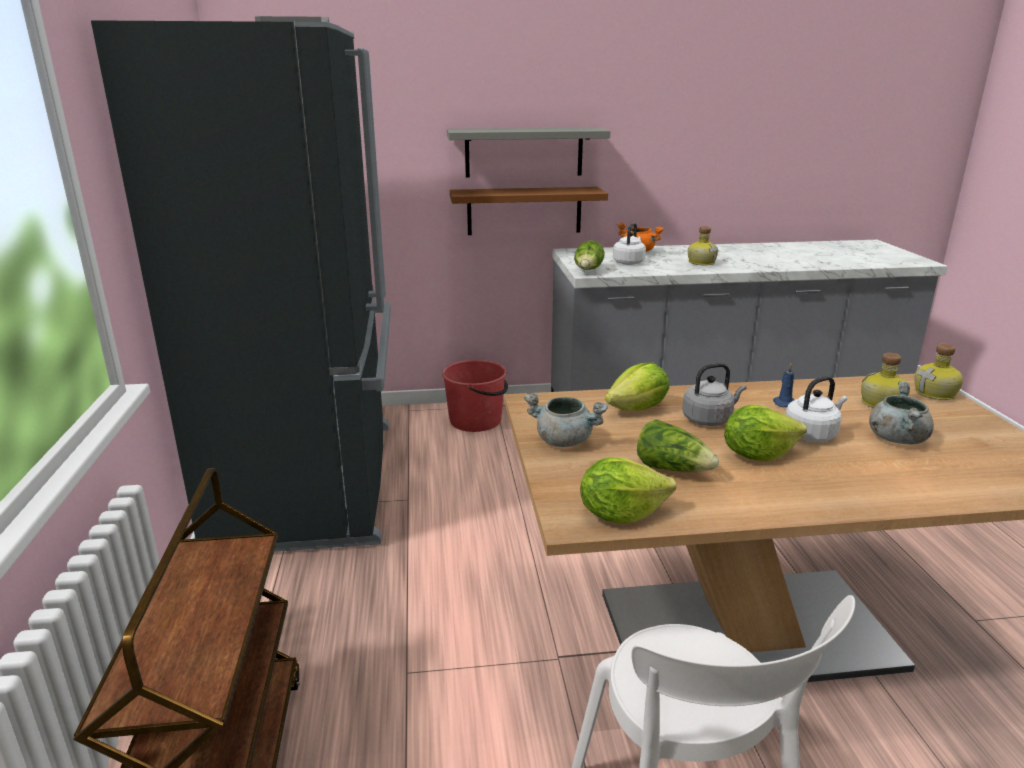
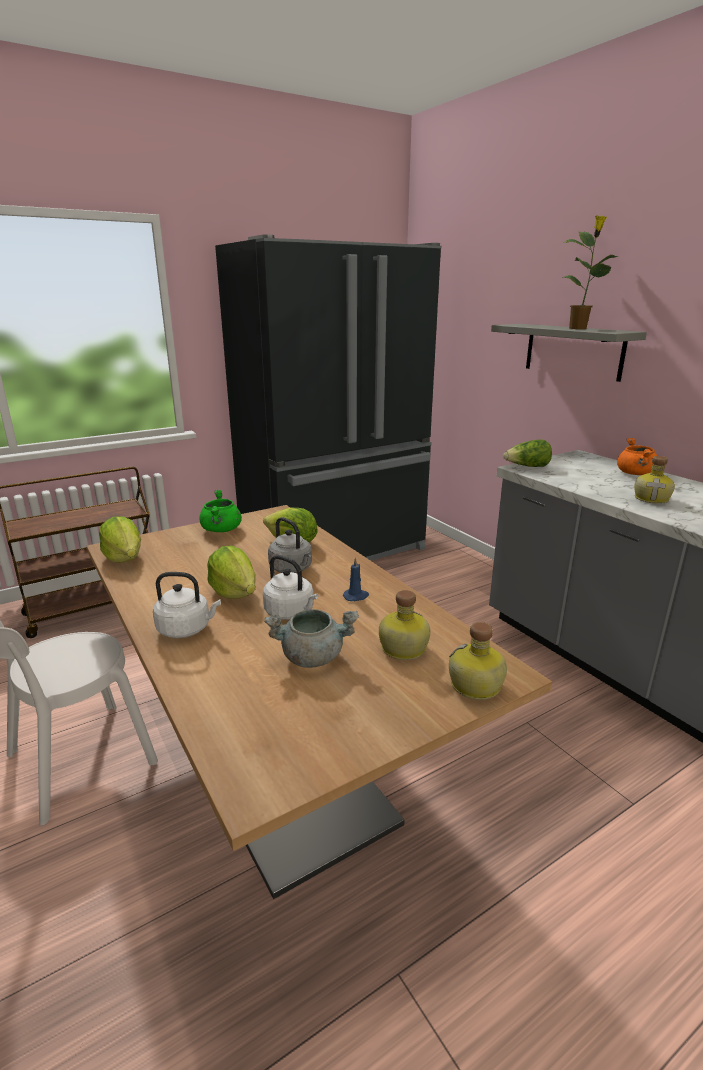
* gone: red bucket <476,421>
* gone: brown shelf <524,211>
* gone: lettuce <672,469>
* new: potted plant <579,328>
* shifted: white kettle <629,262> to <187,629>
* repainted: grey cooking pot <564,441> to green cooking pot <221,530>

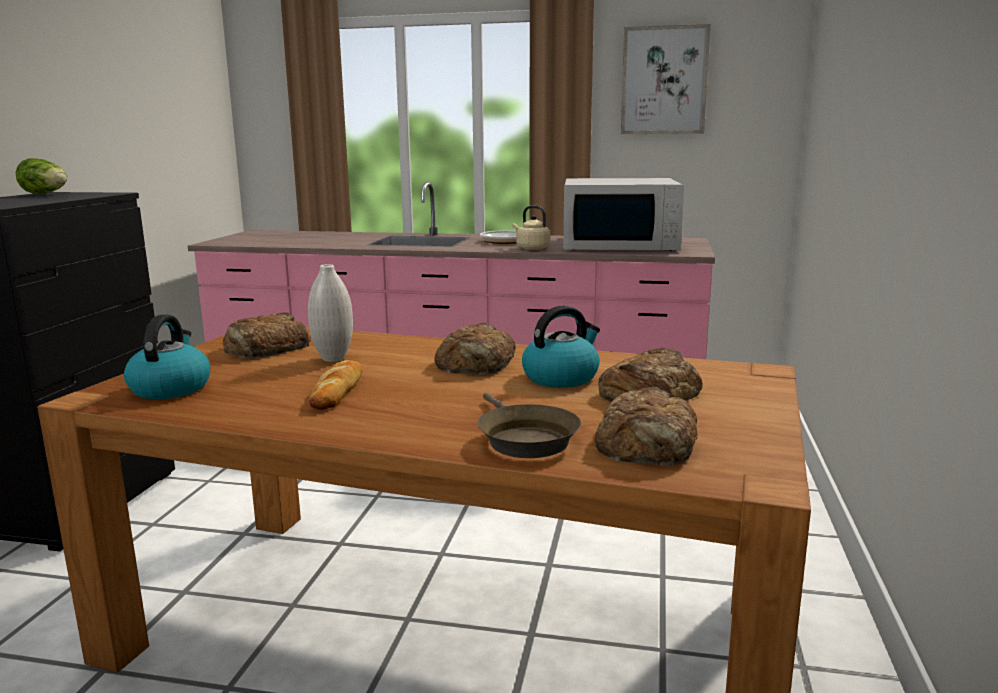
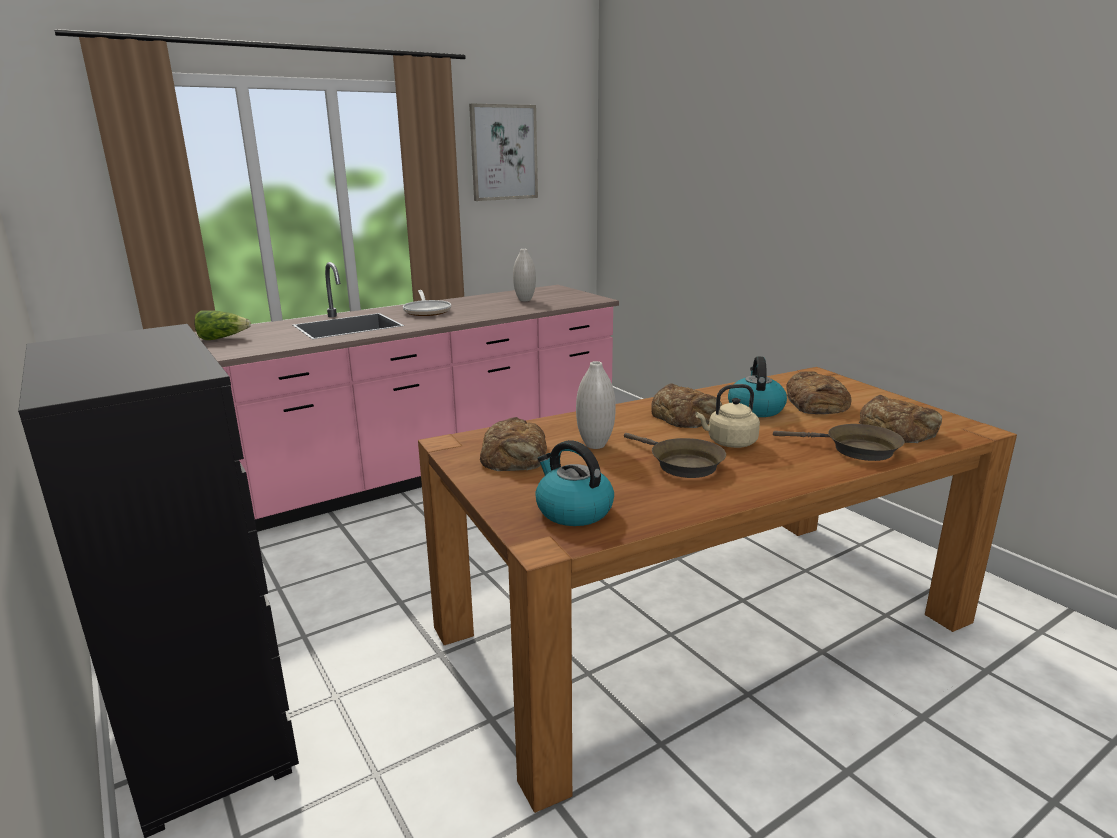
* shifted: lettuce <47,194> to <222,338>
* shifted: beige kettle <531,248> to <729,443>
* swapped: bread <337,391> to brown frying pan <681,464>
* swapped: white microwave <620,244> to white vase <525,300>

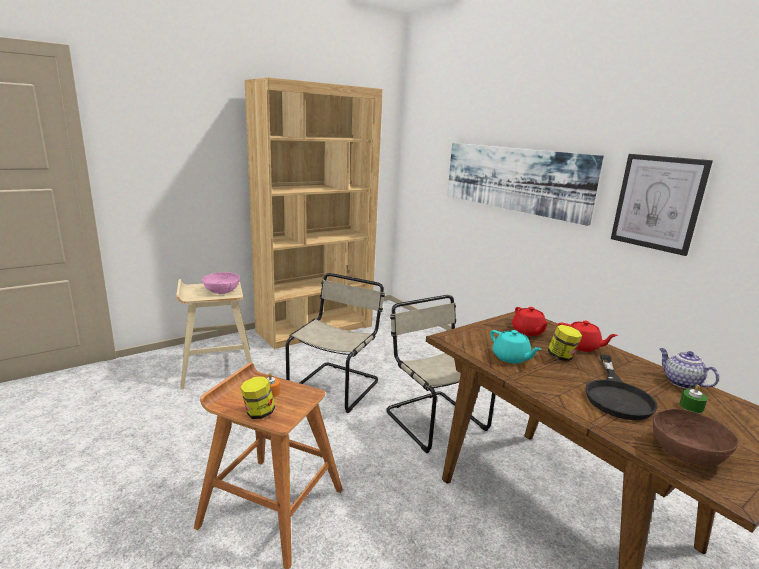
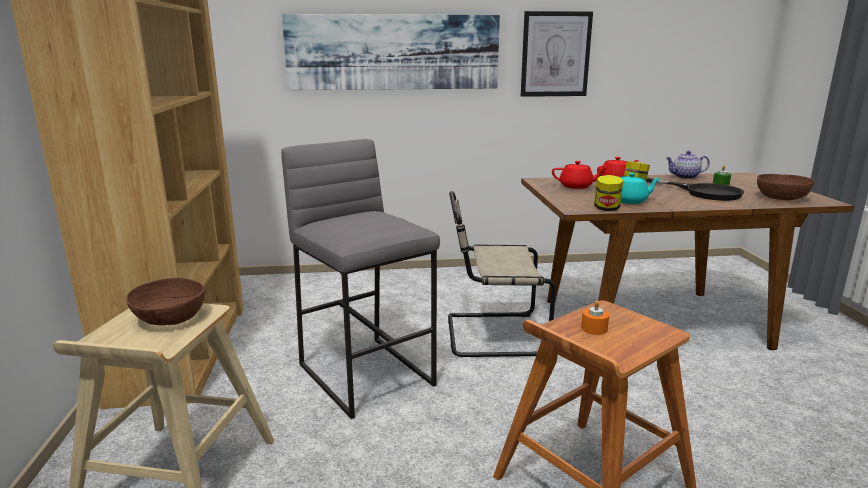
* shifted: jar <258,413> to <606,209>
* swapped: beige chair <336,385> to grey stool <367,374>
* repainted: pink bowl <221,290> to brown bowl <170,318>

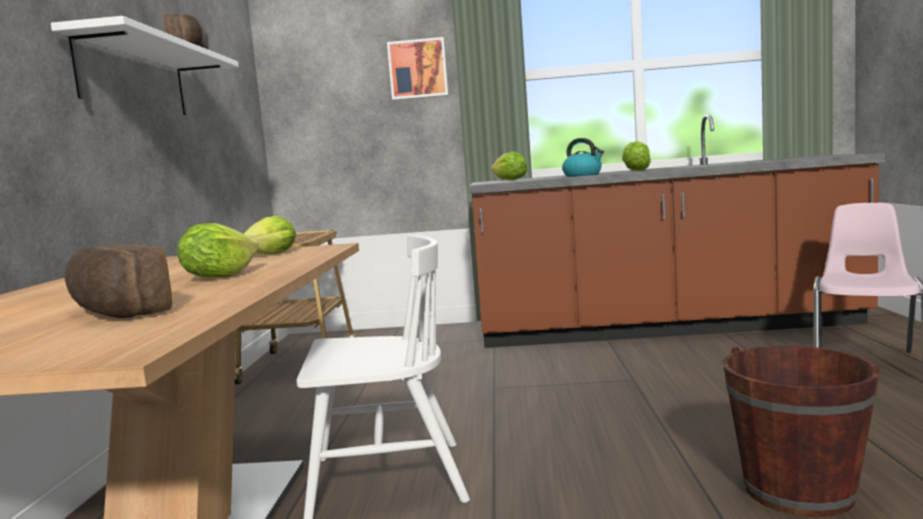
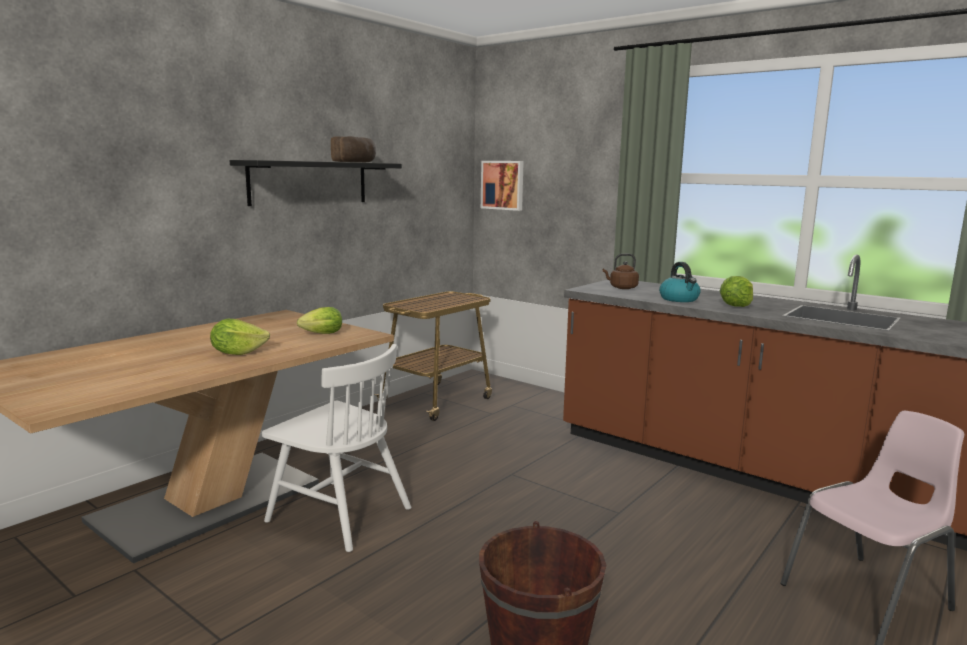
* gone: bread <115,312>
* shifted: picture <418,69> to <503,185>
* swapped: lettuce <510,180> to brown kettle <622,288>
* repainted: white shelf <135,78> to black shelf <309,183>

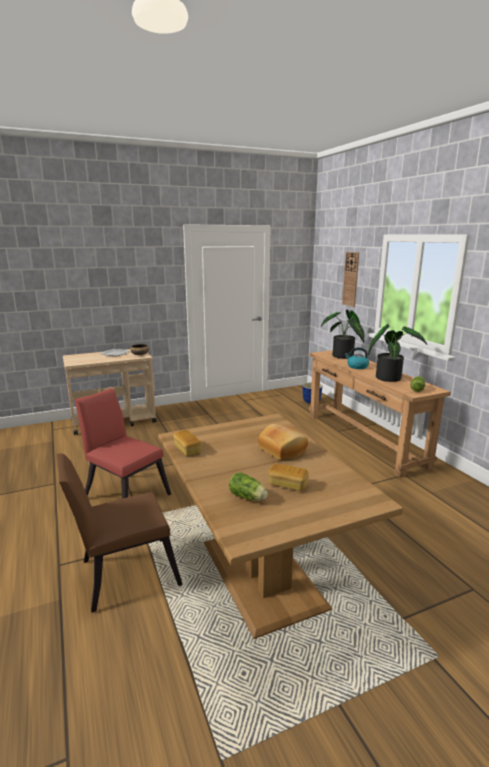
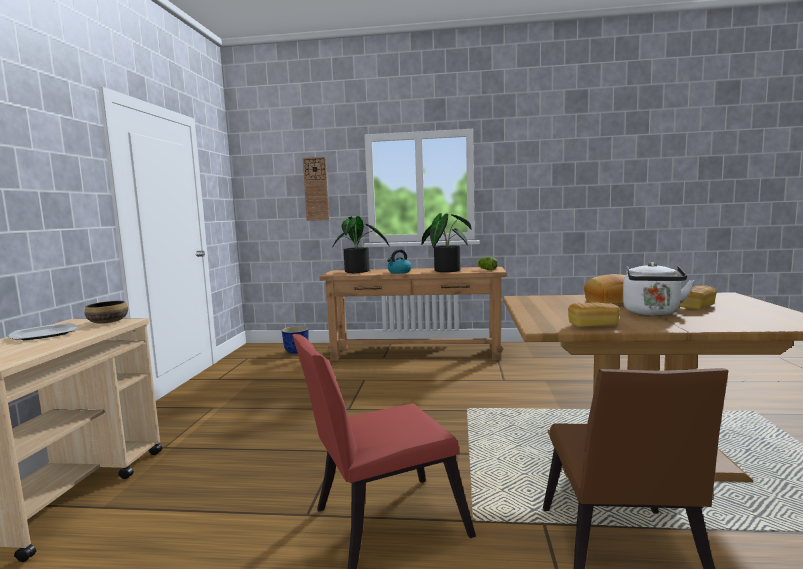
* gone: lettuce <248,497>
* new: white kettle <652,313>

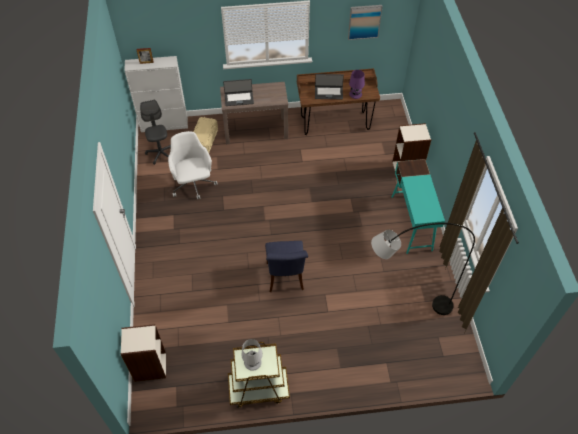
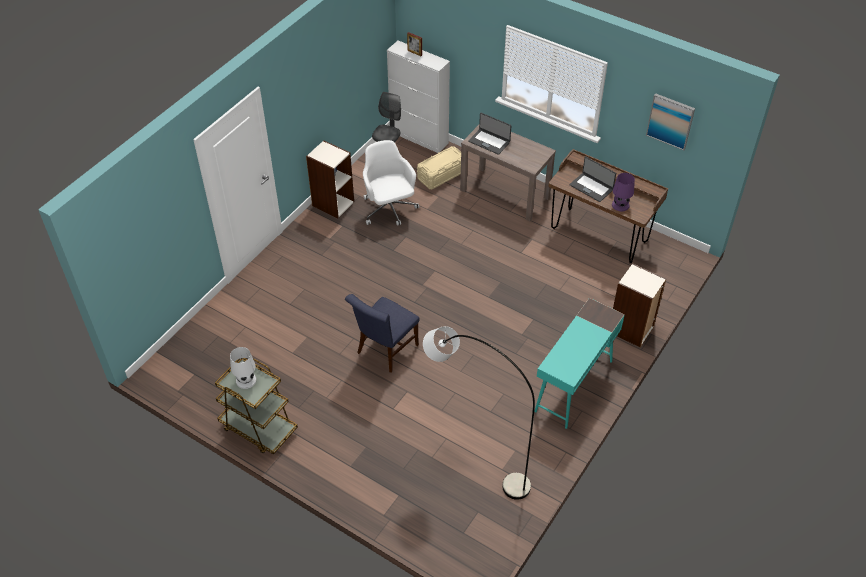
* shifted: bookcase <149,367> to <332,203>
* rotated: white office chair <193,184> = <389,209> 45 degrees counterclockwise

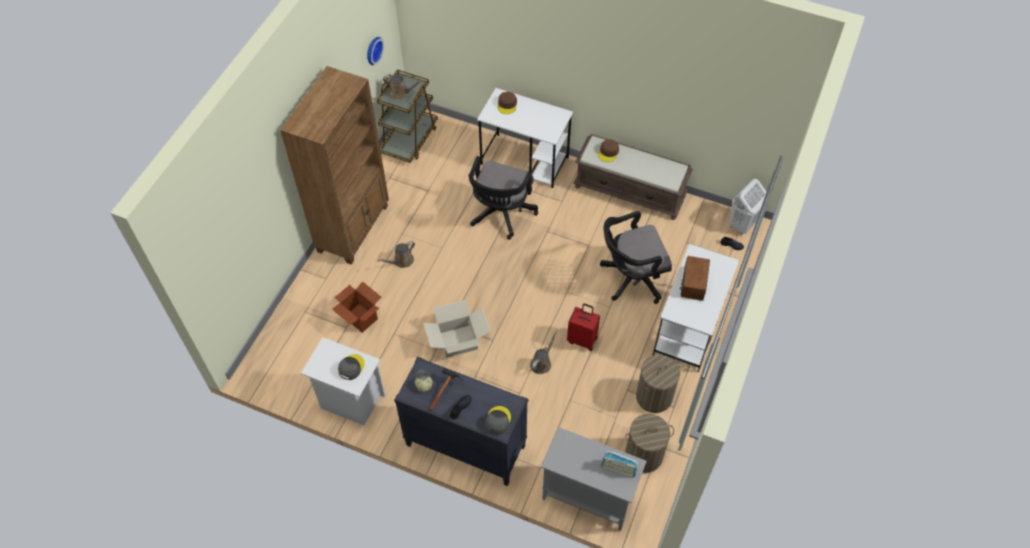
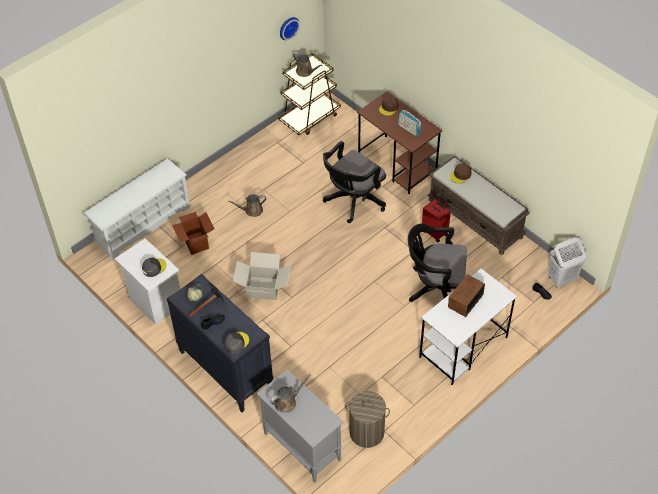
* gone: brown bookcase <354,228>
* gone: laundry basket <654,396>
* new: white shoe rack <142,224>
* shifted: brown watering can <542,363> to <287,402>
* shifted: red suitcase <582,339> to <435,232>
* shifted: radio <618,468> to <409,129>
* repainted: white desk <525,161> to brown desk <397,165>

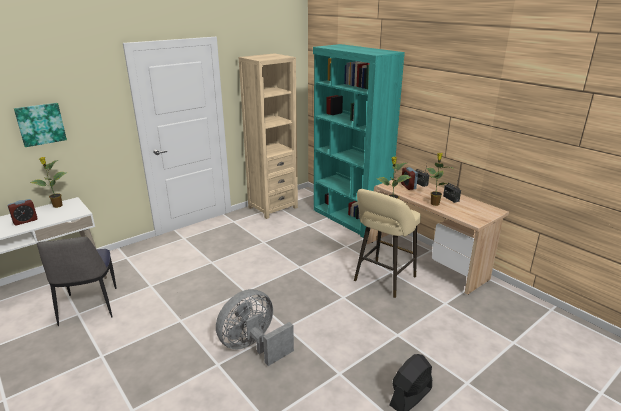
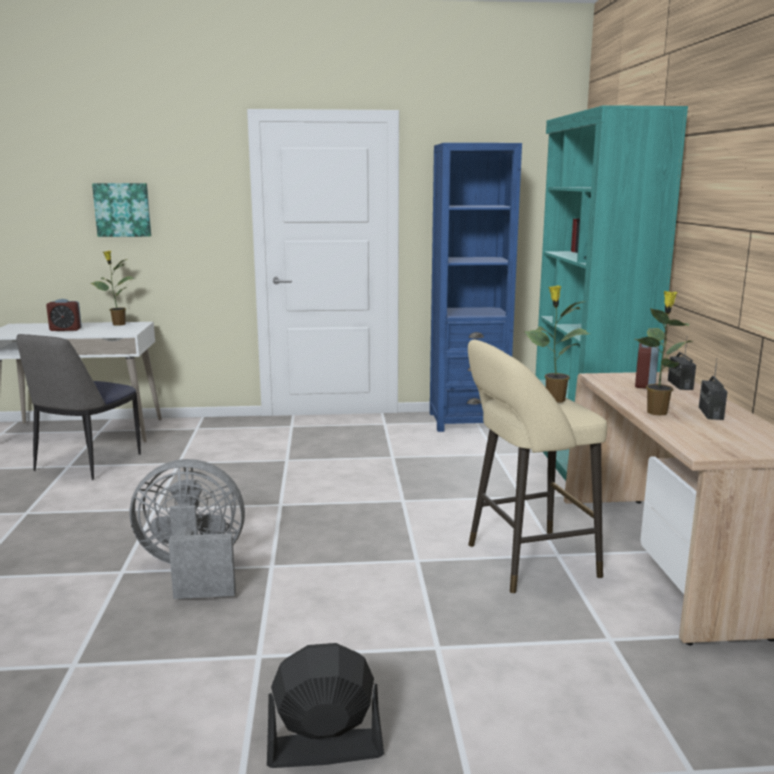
* repainted: beige bookcase <273,207> to blue bookcase <467,421>

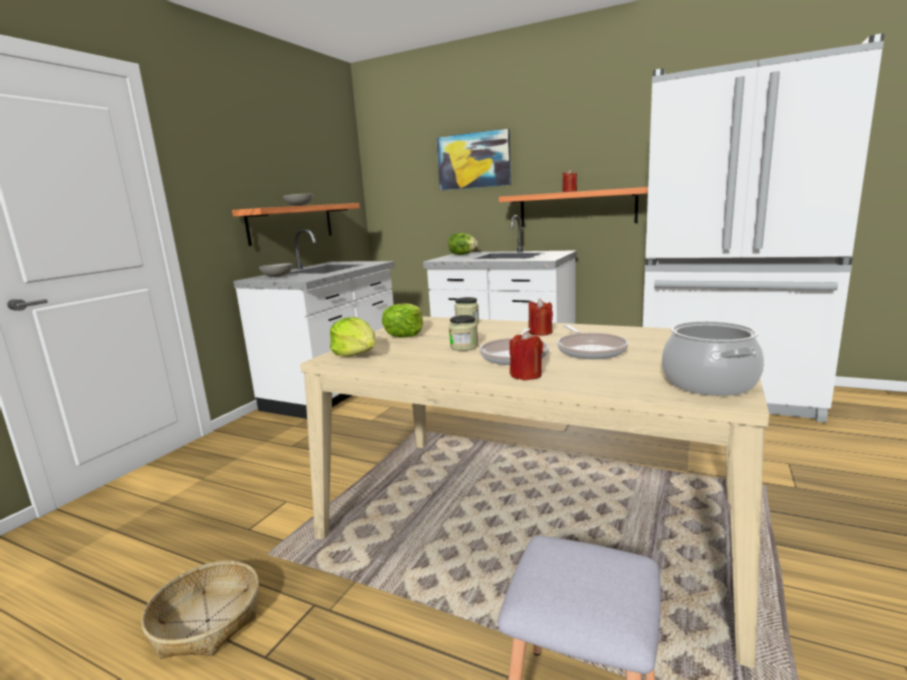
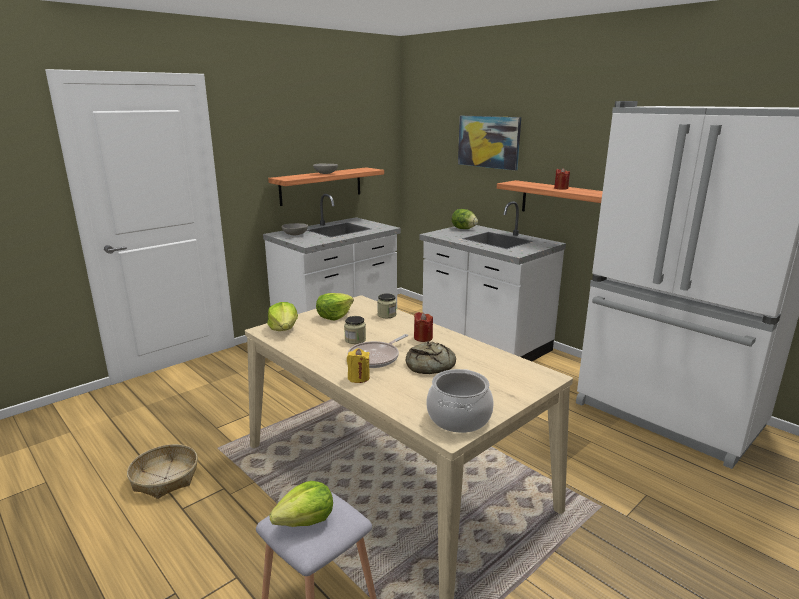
* new: lettuce <306,520>
* swapped: frying pan <590,350> to bread <430,365>
* repainted: red candle <526,375> to yellow candle <358,378>

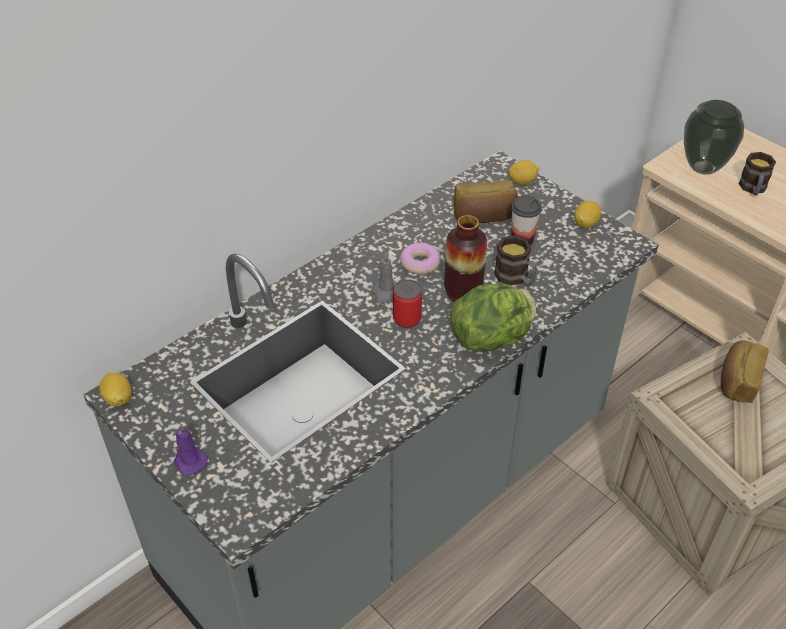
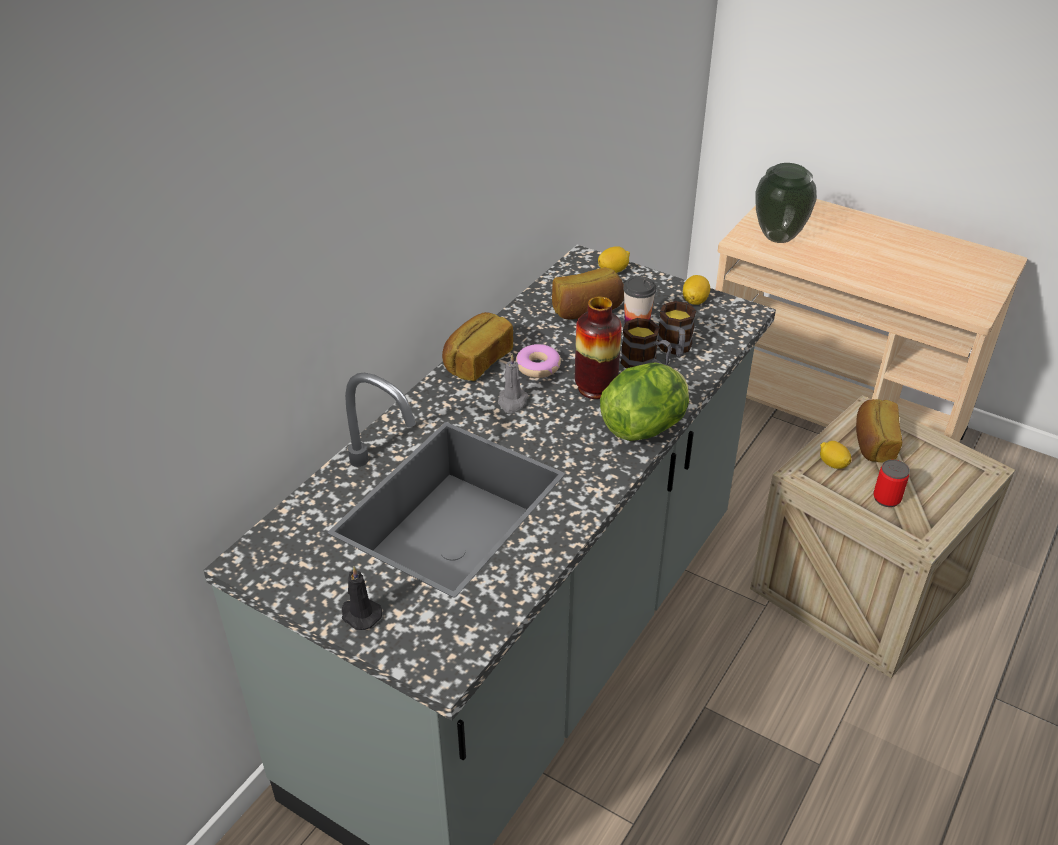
* new: bread <477,361>
* shifted: lemon <118,398> to <832,464>
* shifted: can <407,319> to <886,498>
* shifted: mug <753,189> to <675,349>
* repainted: purple candle <189,460> to black candle <360,614>

